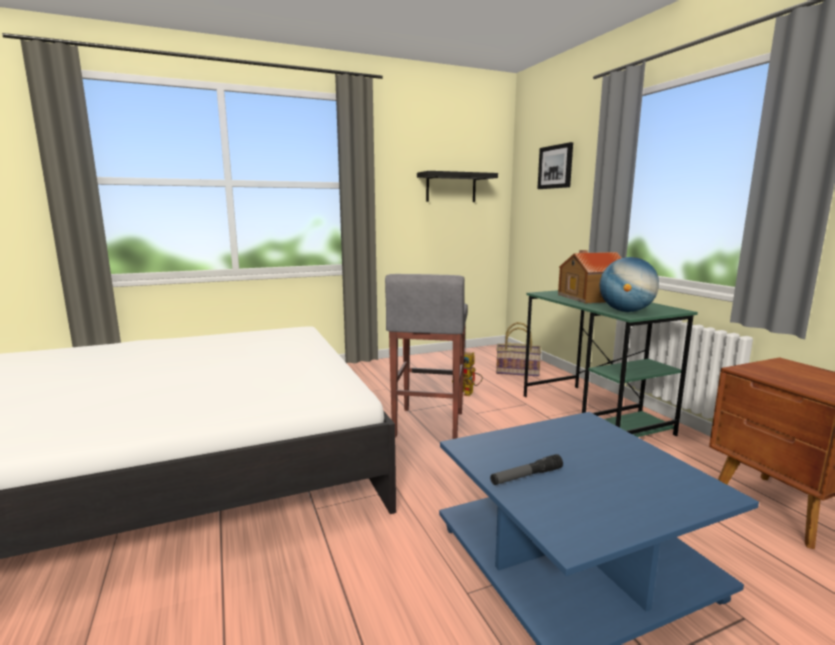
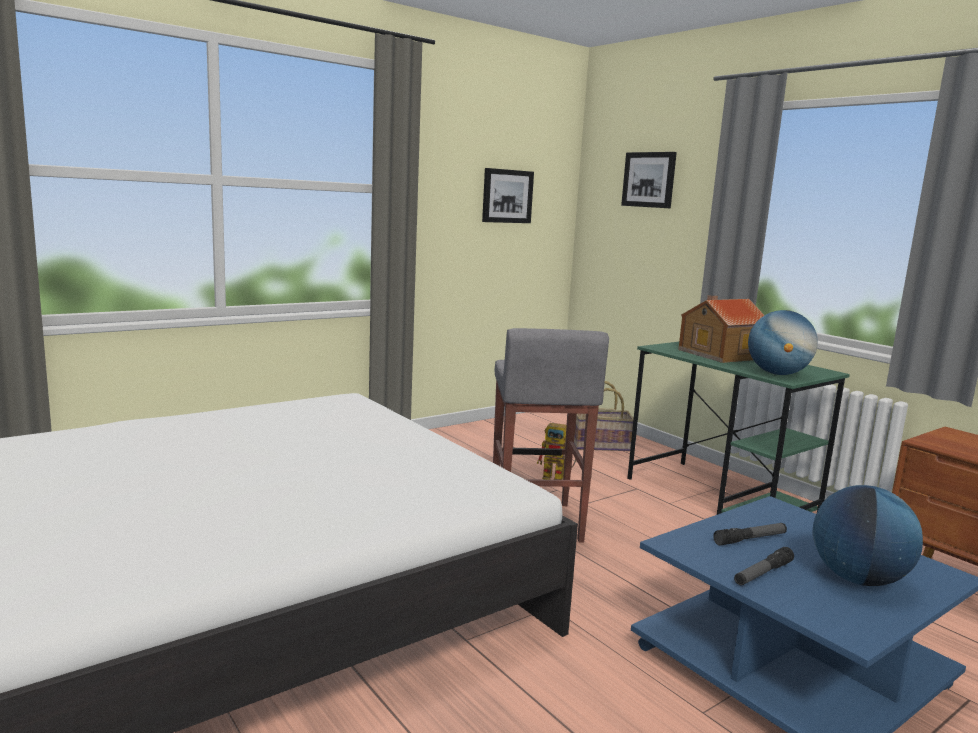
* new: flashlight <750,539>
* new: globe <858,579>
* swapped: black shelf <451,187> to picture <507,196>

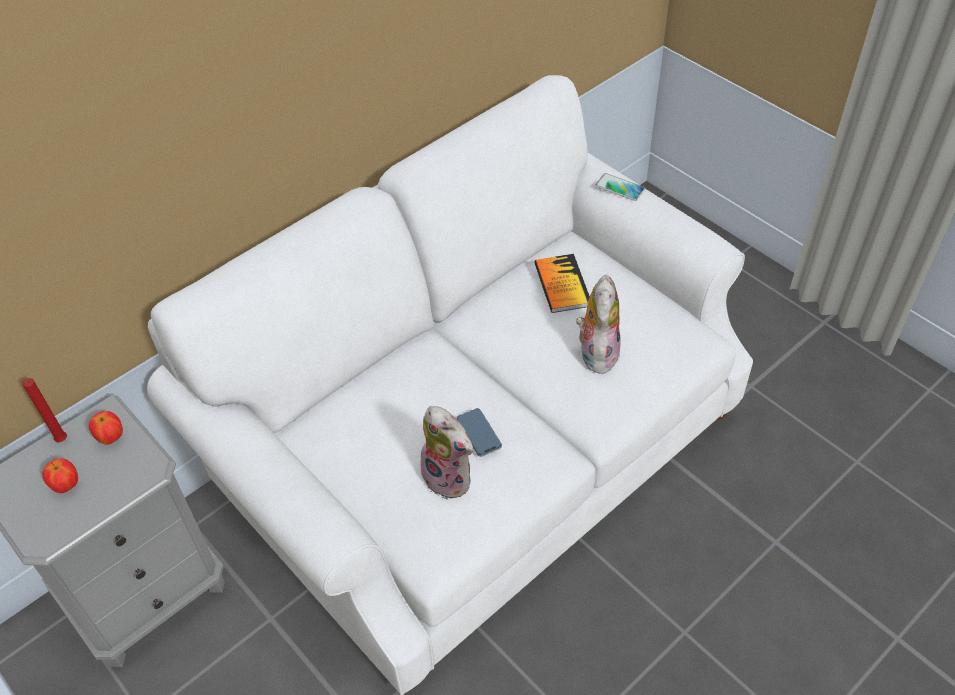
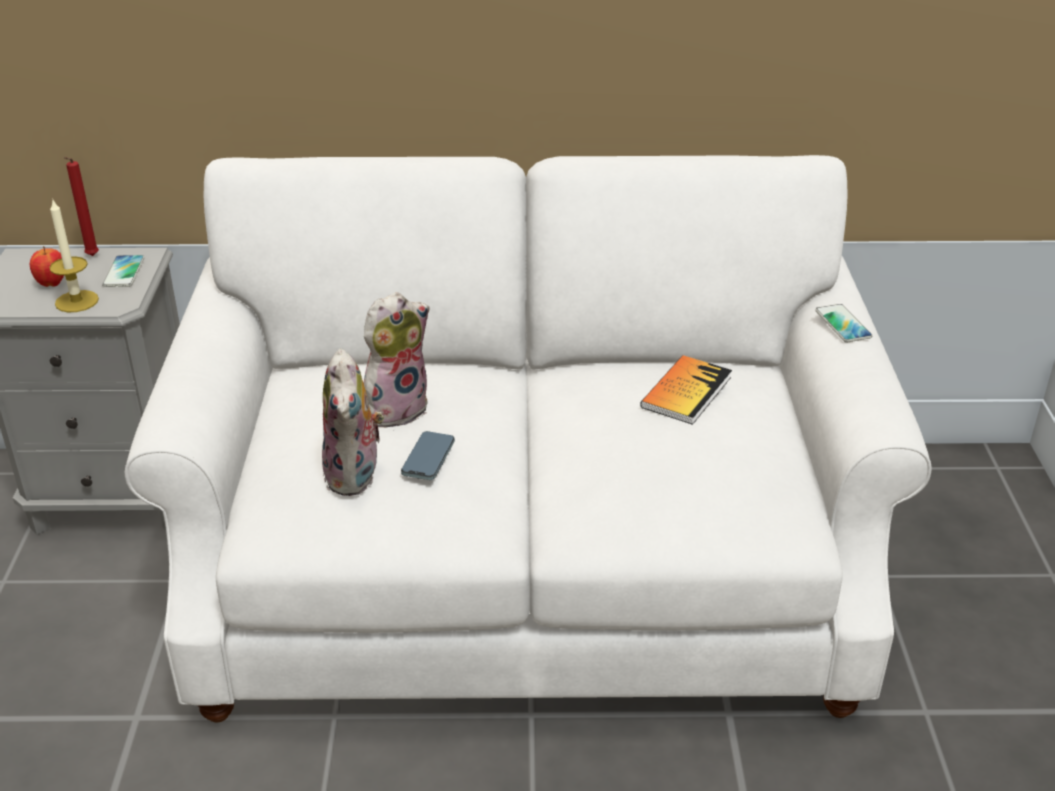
* new: candle <76,301>
* shifted: plush toy <596,352> to <396,408>
* swapped: apple <111,438> to phone <124,272>

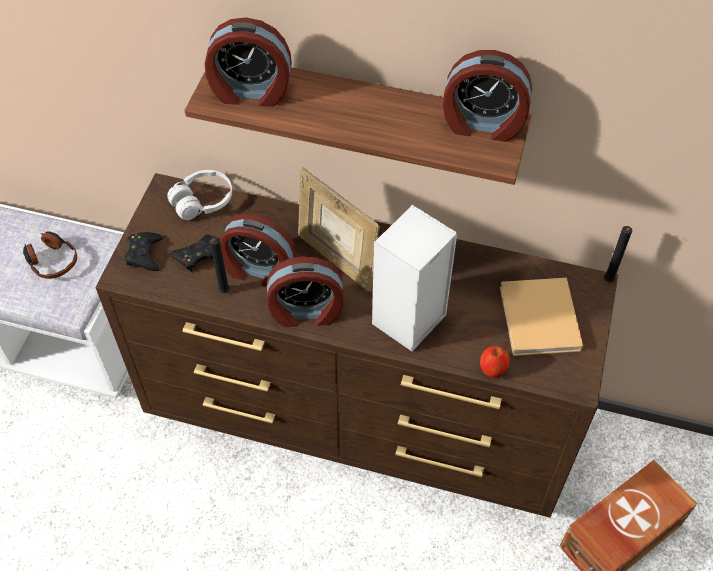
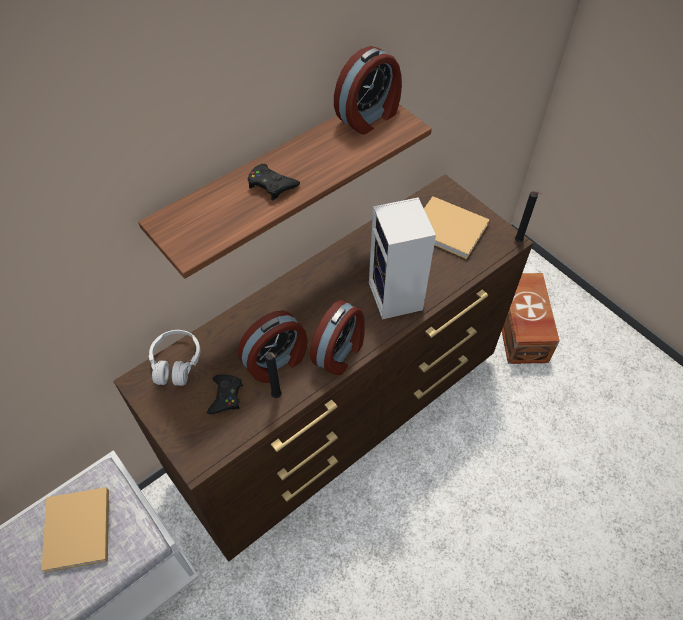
* gone: alarm clock <250,92>
* gone: picture frame <336,259>
* gone: apple <492,369>
* shifted: black game controller <144,254> to <271,185>
* shifted: black candle <607,282> to <519,242>
* swapped: headphones <51,260> to beige book <77,532>

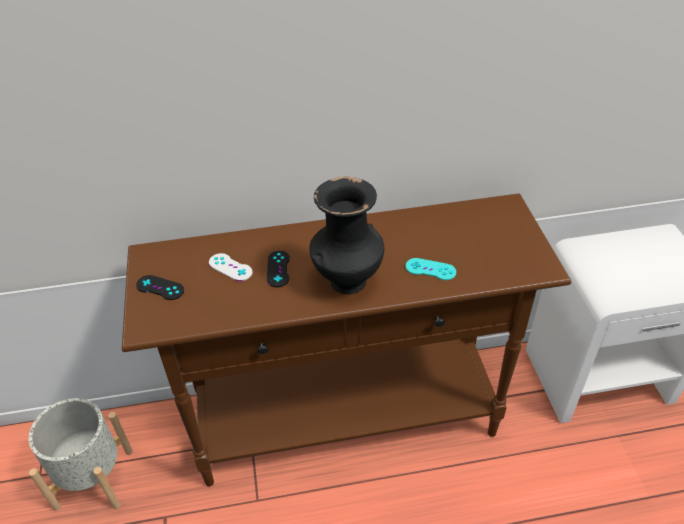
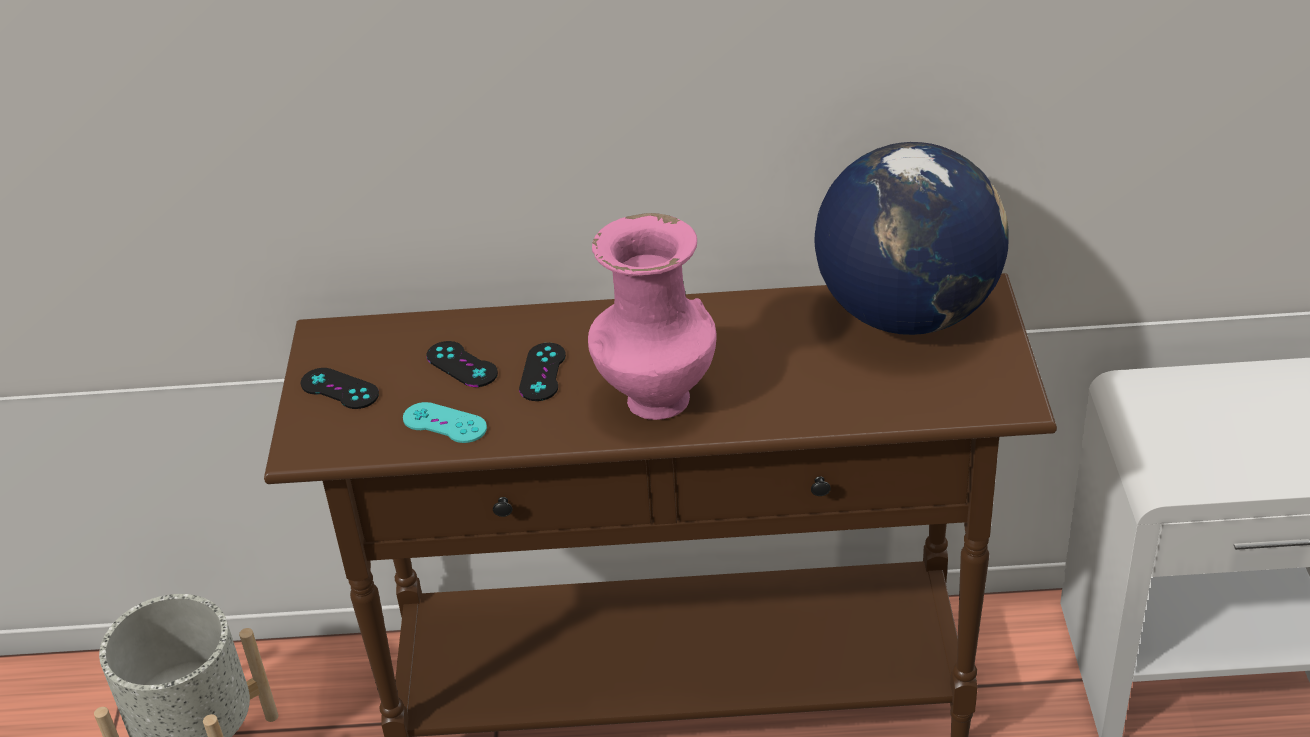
* new: globe <907,313>
* shifted: turquoise game controller <430,269> to <444,423>
* repainted: white game controller <230,267> to black game controller <462,364>
* repainted: black vase <346,282> to pink vase <655,401>

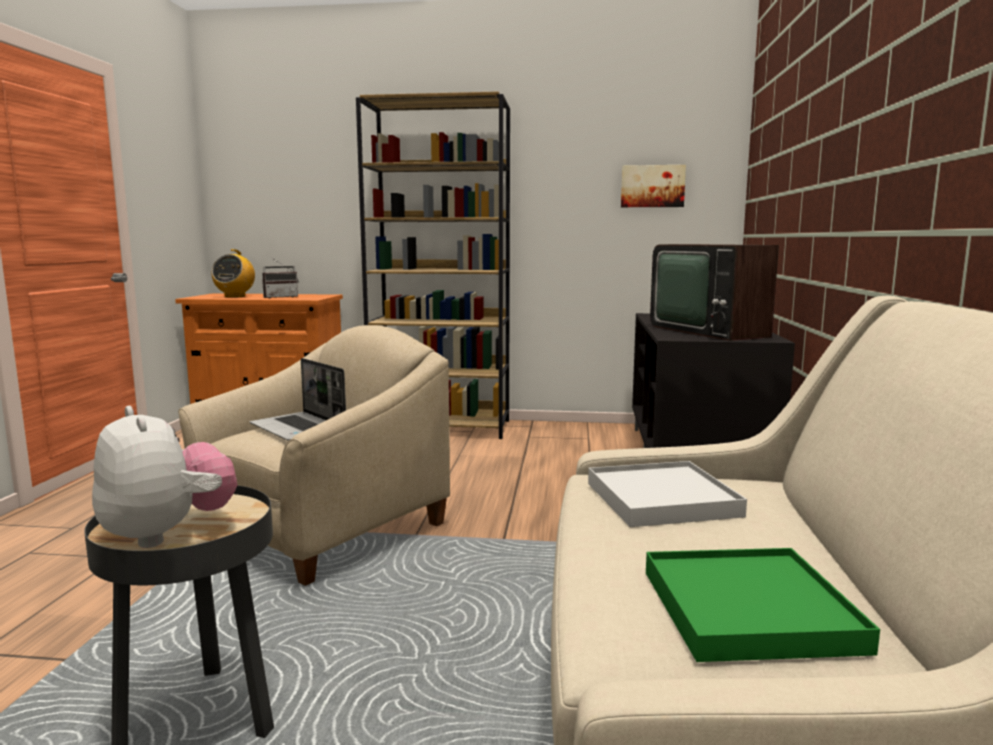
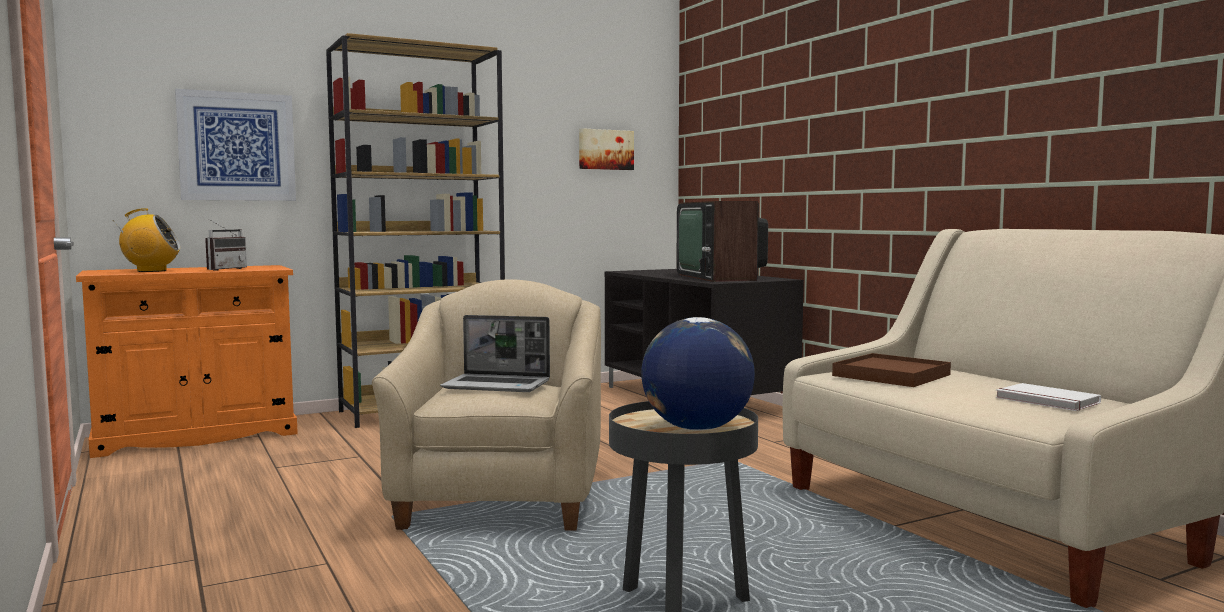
* new: picture <237,146>
* swapped: plush toy <167,533> to globe <696,428>
* swapped: green tray <748,610> to white book <1046,401>
* repainted: white tray <661,499> to brown tray <891,375>
* rotated: radio <235,296> = <151,271> 75 degrees counterclockwise
* rotated: television <712,331> = <721,277> 45 degrees clockwise

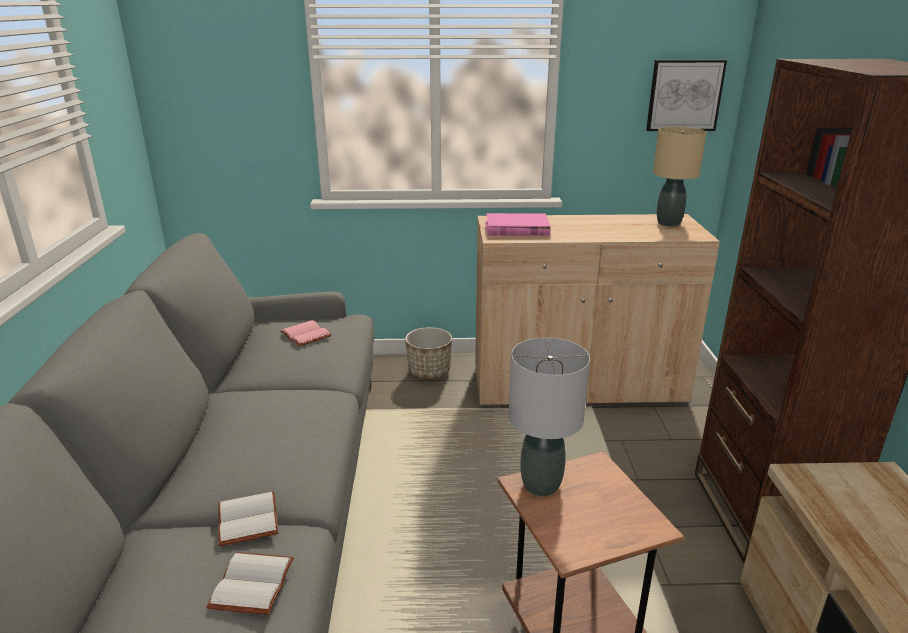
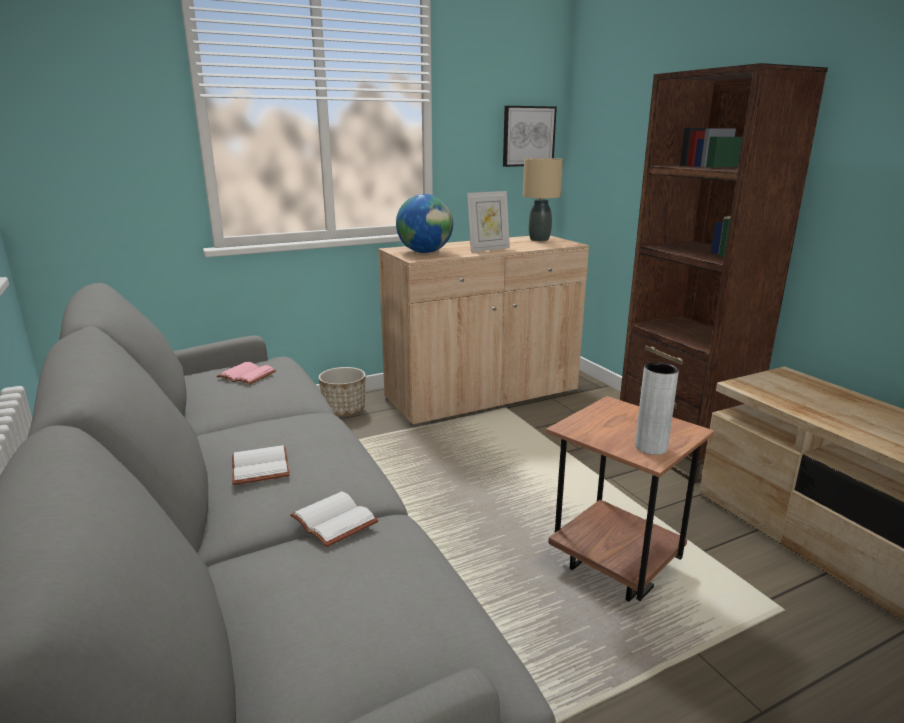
* gone: grey table lamp <541,484>
* new: picture frame <488,249>
* new: grey vase <651,447>
* shifted: white book <250,583> to <258,466>
* swapped: pink book <516,229> to globe <425,252>

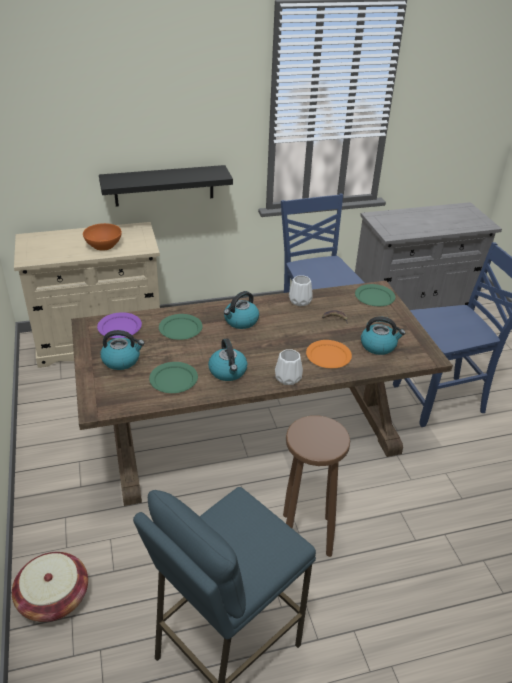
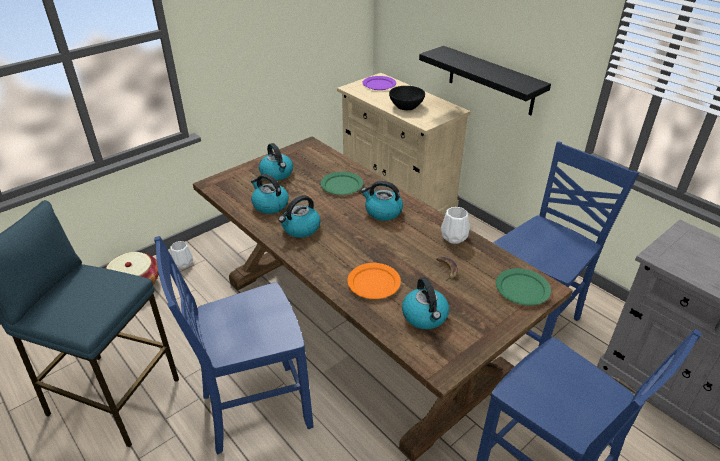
* shifted: purple plate <120,327> to <379,85>
* shifted: white vase <287,378> to <183,263>
* swapped: green plate <174,379> to kettle <270,205>
* swapped: brown stool <306,534> to blue chair <253,409>
* repainted: orange bowl <103,245> to black bowl <406,106>

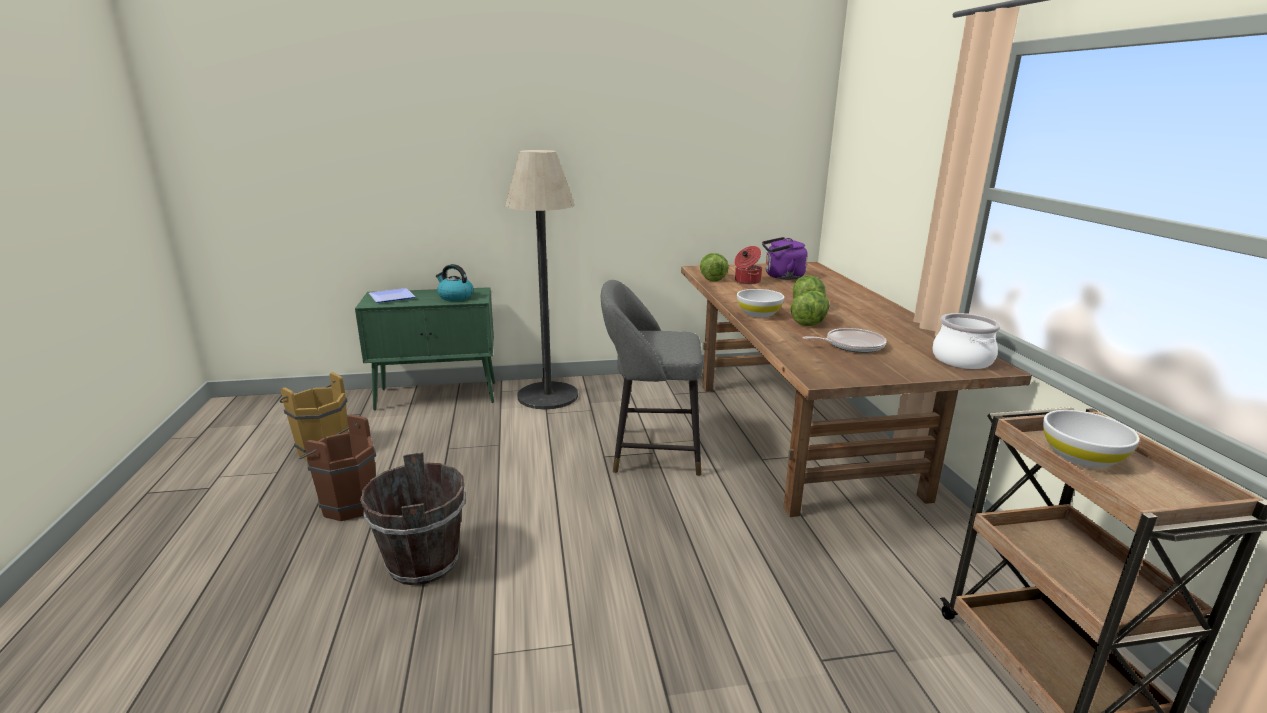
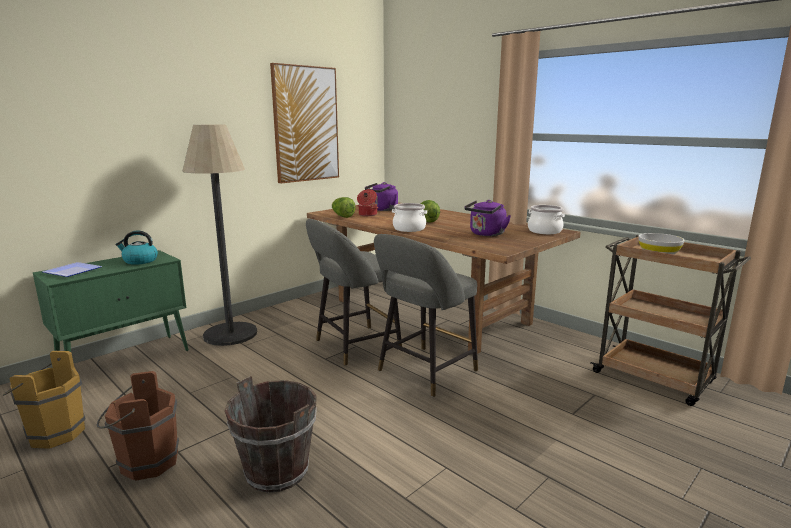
* gone: lettuce <810,322>
* new: picture <306,124>
* new: grey stool <423,372>
* swapped: white bowl <759,313> to cooking pot <409,229>
* swapped: frying pan <851,345> to purple kettle <486,234>

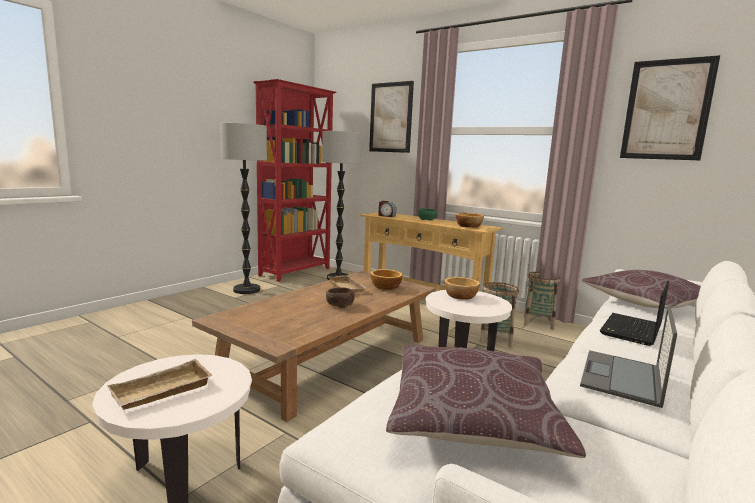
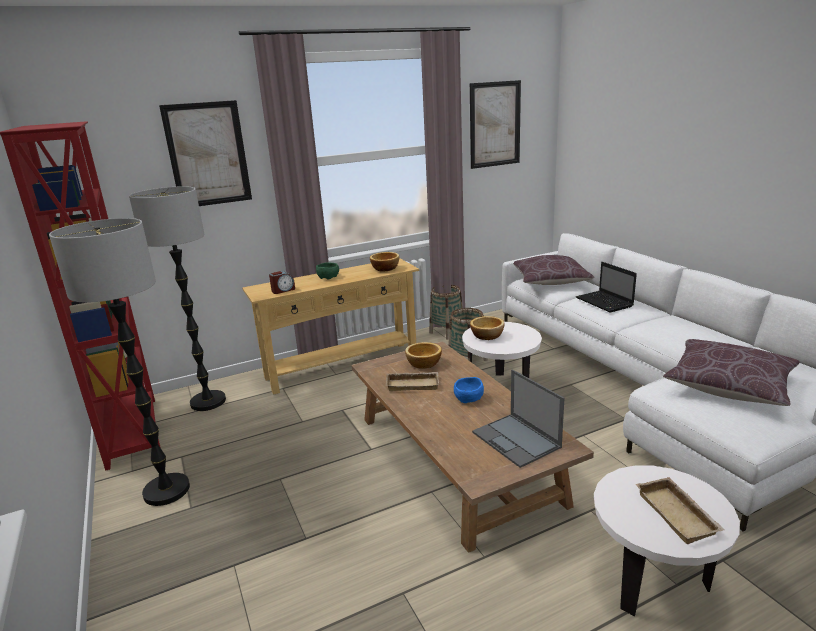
* shifted: laptop <622,378> to <517,440>
* repainted: brown bowl <339,305> to blue bowl <468,398>

